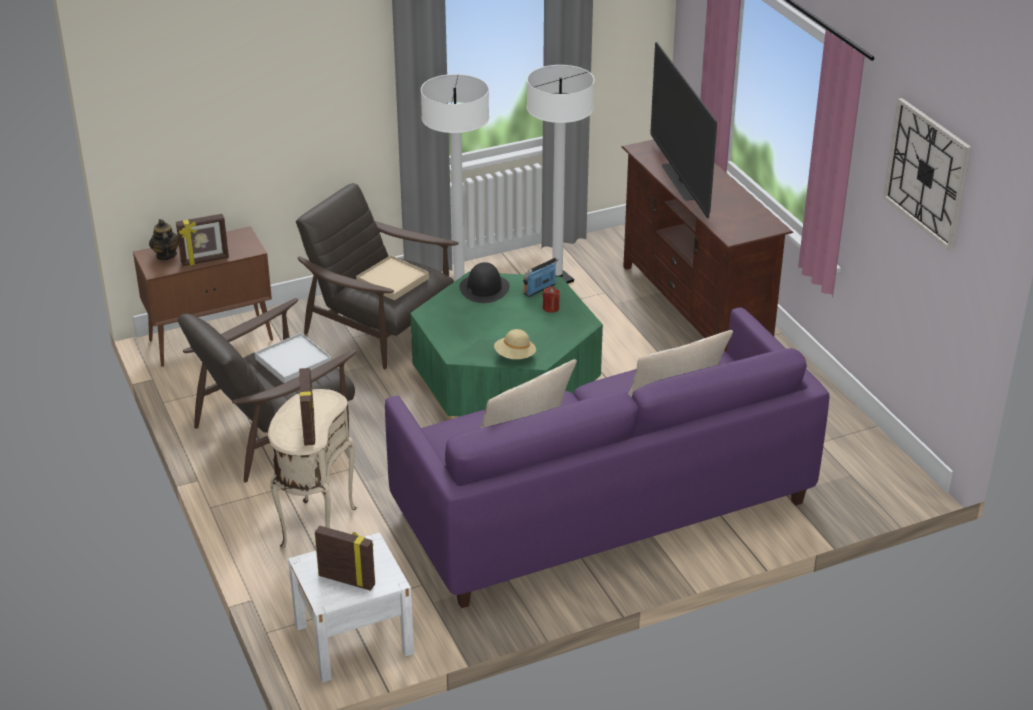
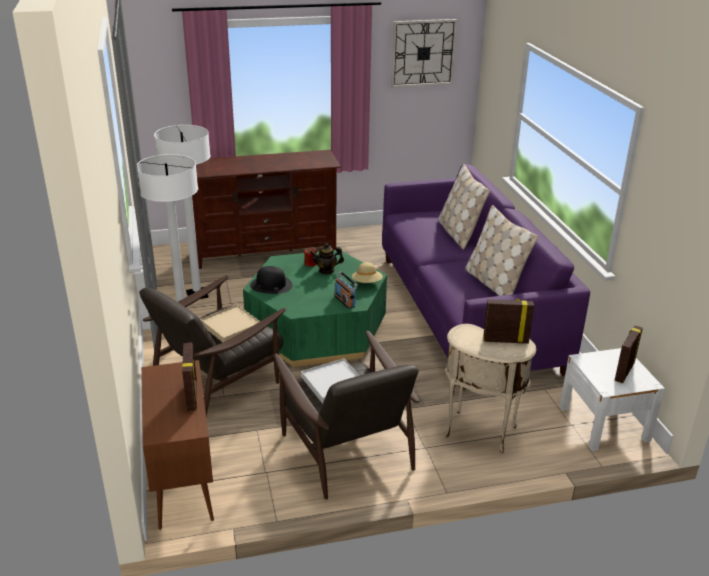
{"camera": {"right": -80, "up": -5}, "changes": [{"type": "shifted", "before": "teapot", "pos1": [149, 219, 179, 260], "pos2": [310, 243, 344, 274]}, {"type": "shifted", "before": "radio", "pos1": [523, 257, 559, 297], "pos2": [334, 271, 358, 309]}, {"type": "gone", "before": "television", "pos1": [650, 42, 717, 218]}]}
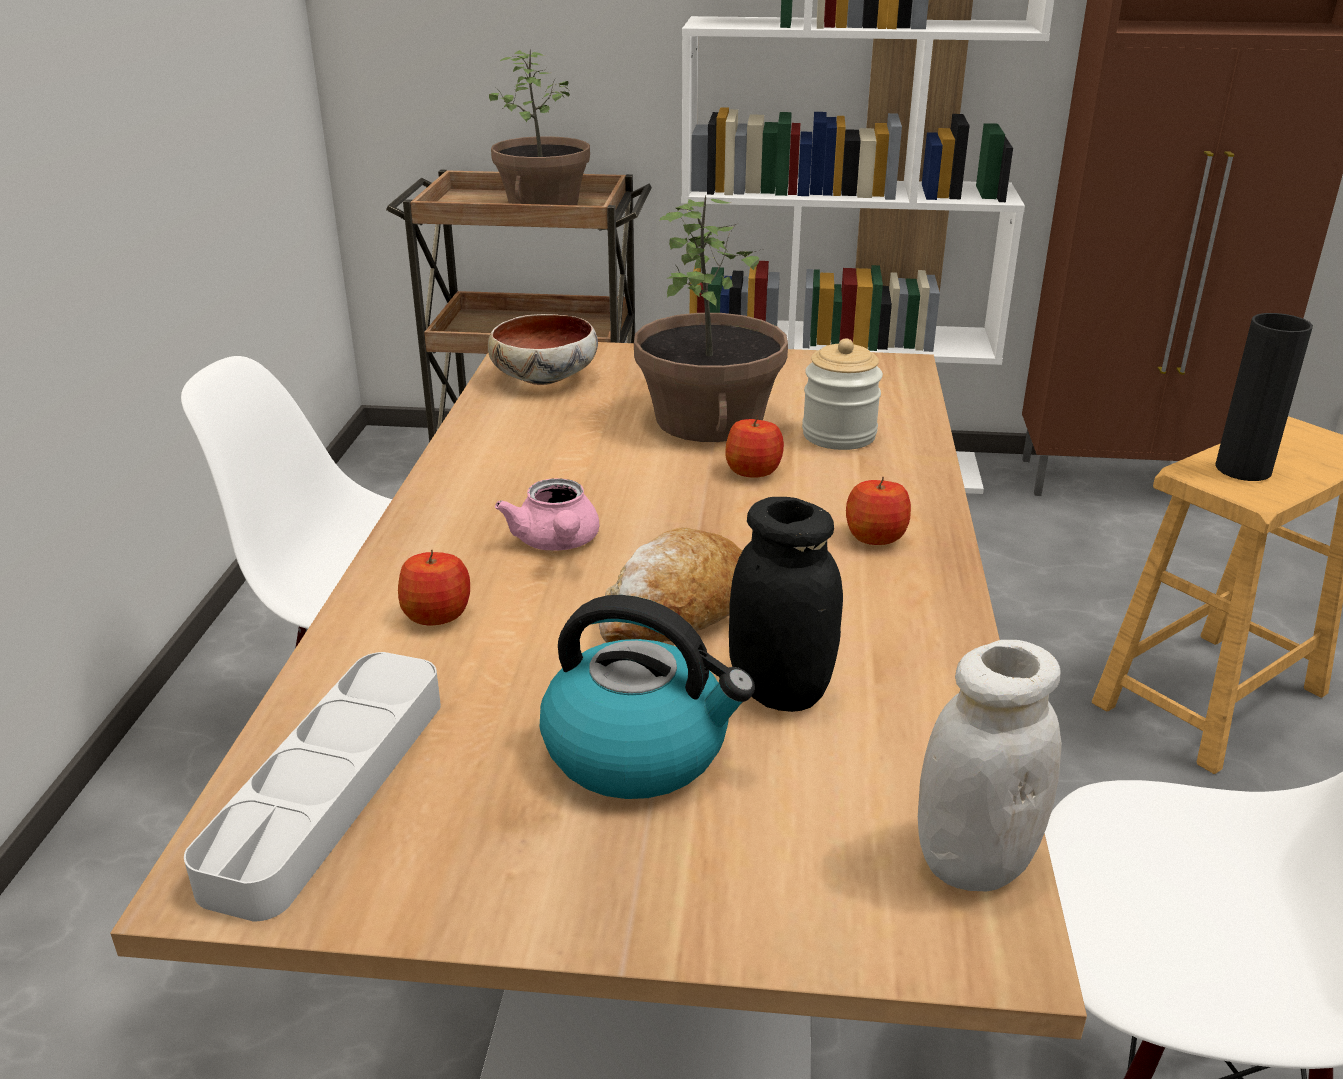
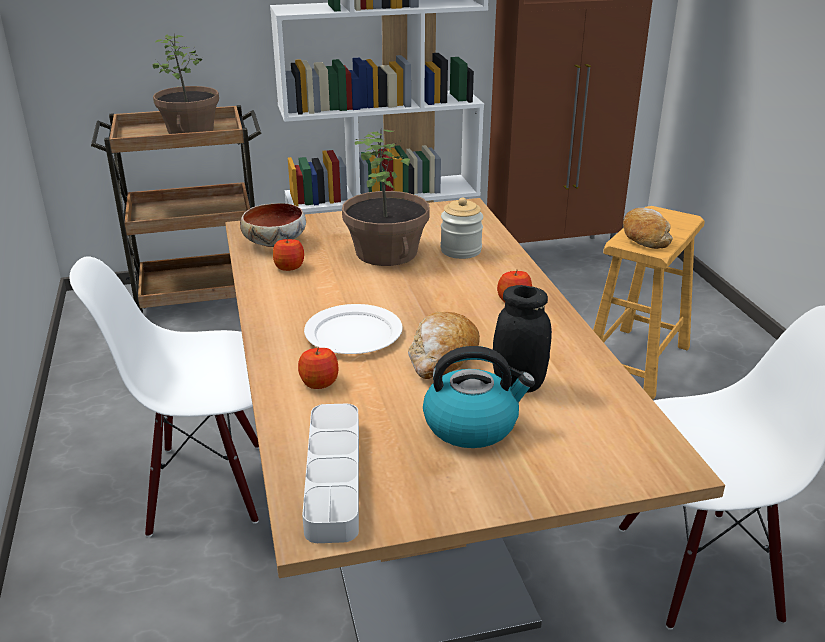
{"camera": {"right": -20, "up": 0}, "changes": [{"type": "swapped", "before": "teapot (pink)", "after": "plate (white)", "pos1": [495, 478, 599, 551], "pos2": [304, 304, 403, 354]}, {"type": "shifted", "before": "apple", "pos1": [725, 415, 784, 478], "pos2": [273, 239, 304, 271]}, {"type": "gone", "before": "jar (white)", "pos1": [918, 640, 1062, 891]}, {"type": "swapped", "before": "vase (black)", "after": "bread", "pos1": [1215, 313, 1313, 481], "pos2": [623, 208, 673, 249]}]}
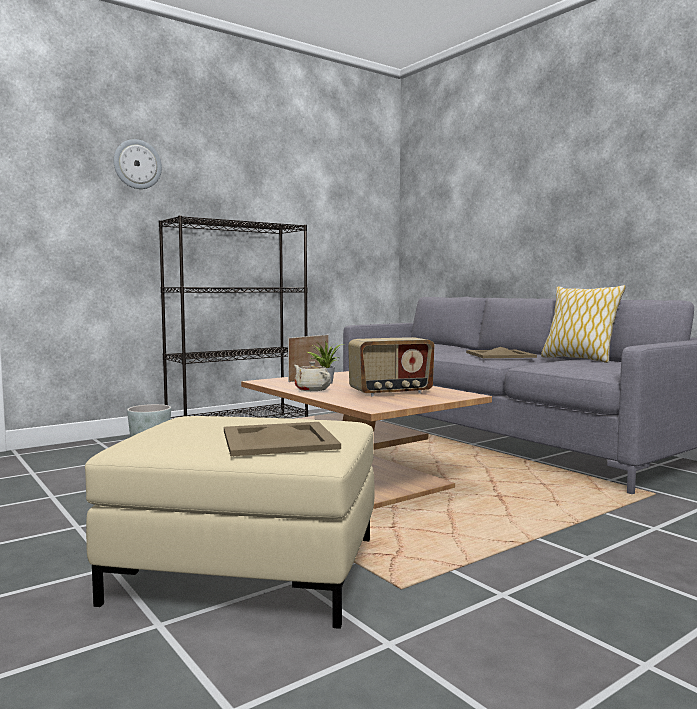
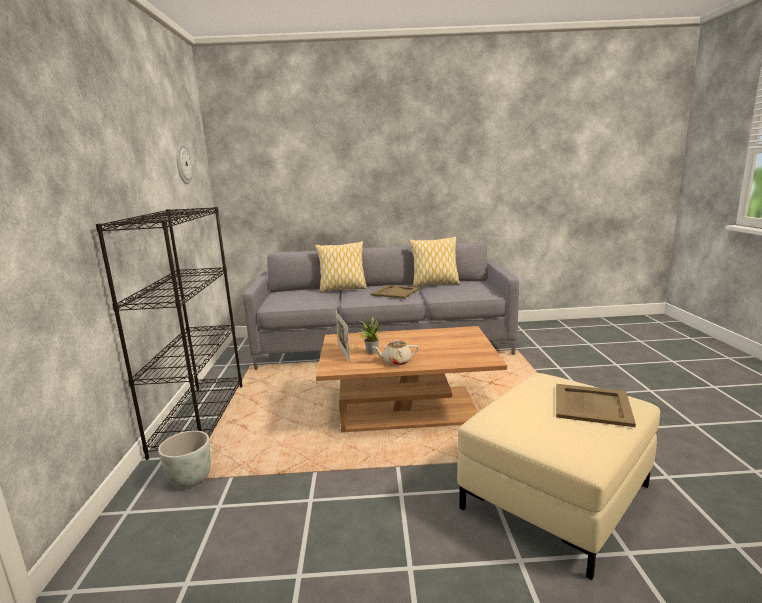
{"camera": {"right": -55, "up": 10}, "changes": [{"type": "shifted", "before": "wall clock", "pos1": [113, 139, 162, 189], "pos2": [176, 144, 193, 184]}, {"type": "gone", "before": "radio", "pos1": [348, 337, 434, 396]}, {"type": "new", "after": "pillow", "pos2": [315, 241, 367, 293]}]}
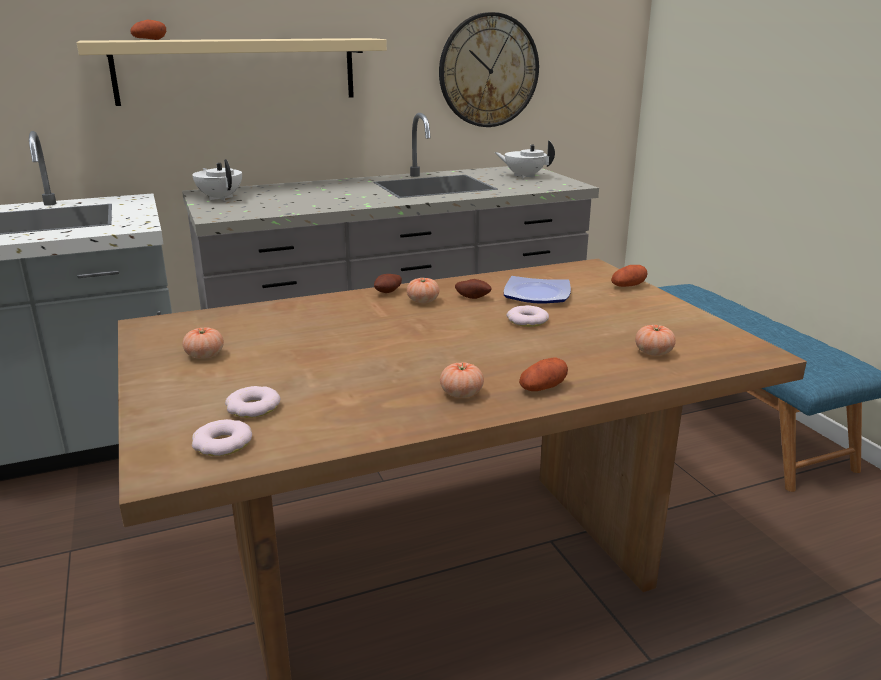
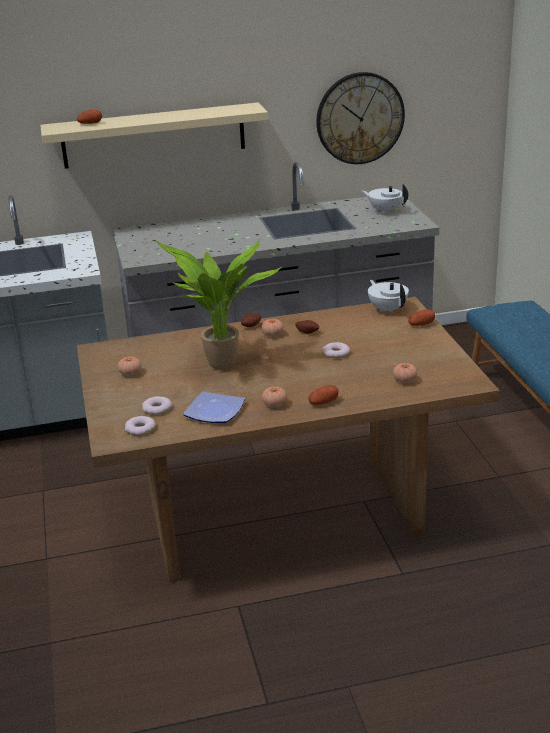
{"camera": {"right": 10, "up": 5}, "changes": [{"type": "shifted", "before": "teapot (white)", "pos1": [192, 159, 242, 201], "pos2": [368, 280, 409, 313]}, {"type": "shifted", "before": "plate", "pos1": [504, 276, 571, 303], "pos2": [183, 391, 245, 423]}, {"type": "new", "after": "potted plant", "pos2": [155, 240, 281, 370]}]}
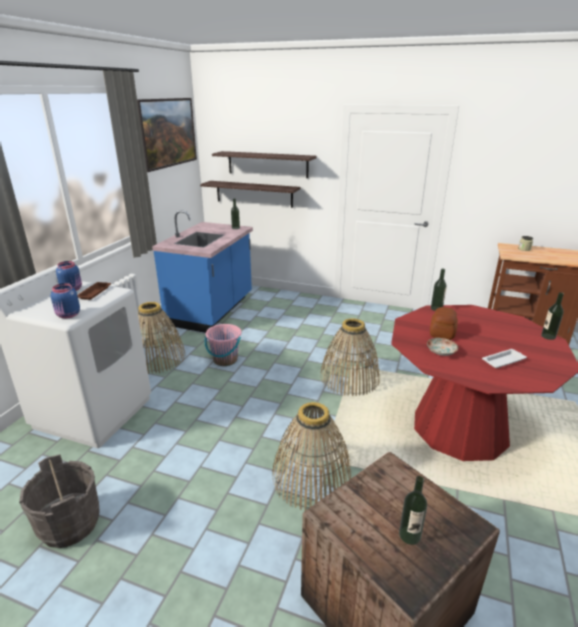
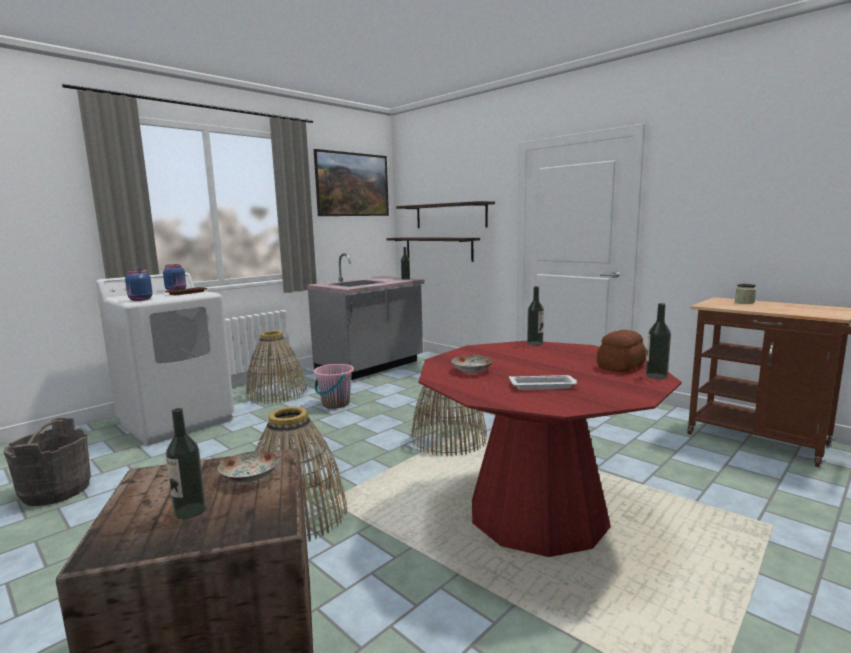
{"camera": {"right": 25, "up": -15}, "changes": [{"type": "repainted", "before": "counter (blue)", "after": "counter (grey)", "pos1": [152, 210, 253, 333], "pos2": [307, 253, 425, 380]}, {"type": "shifted", "before": "bread", "pos1": [430, 307, 458, 340], "pos2": [596, 330, 647, 372]}, {"type": "new", "after": "plate", "pos2": [218, 451, 279, 483]}]}
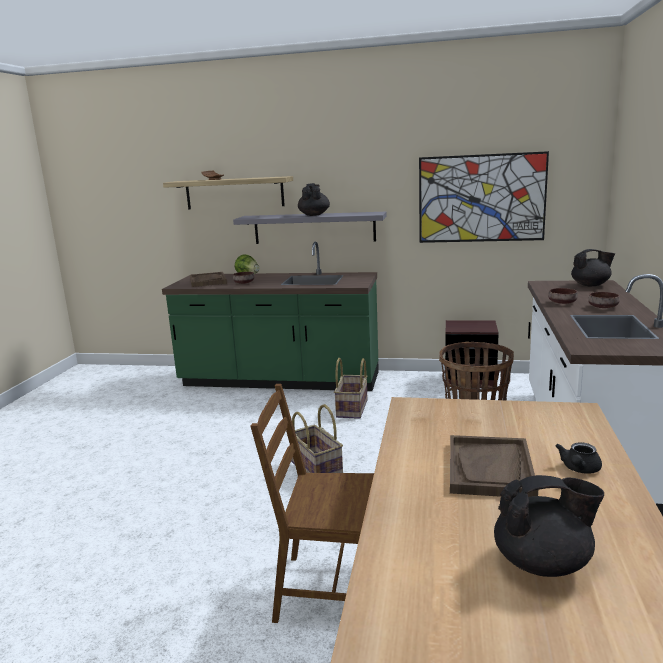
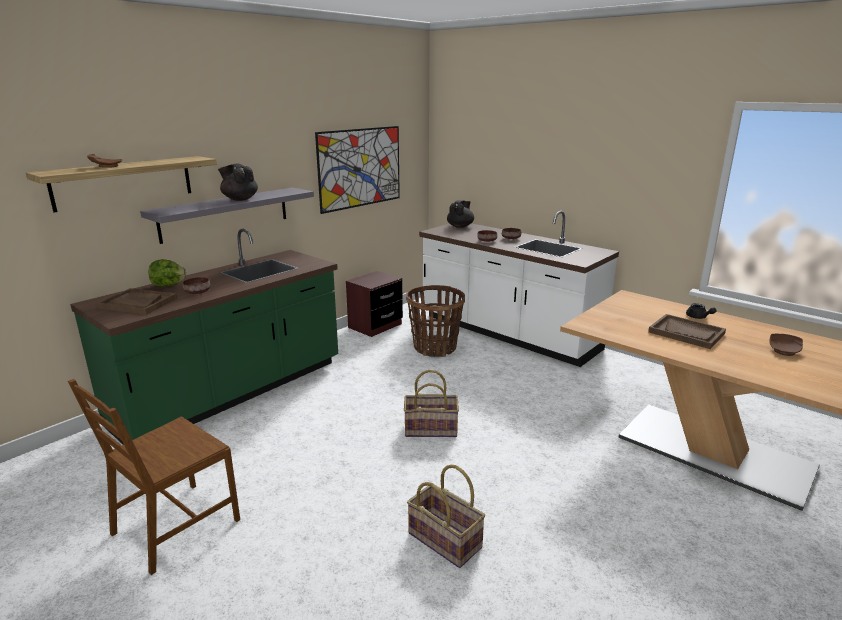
{"camera": {"right": -60, "up": 5}, "changes": [{"type": "shifted", "before": "chair (brown)", "pos1": [250, 384, 374, 623], "pos2": [68, 379, 240, 575]}, {"type": "shifted", "before": "basket", "pos1": [334, 358, 368, 419], "pos2": [407, 465, 485, 568]}, {"type": "swapped", "before": "teapot (black)", "after": "plate (brown)", "pos1": [494, 475, 604, 577], "pos2": [769, 333, 803, 356]}]}
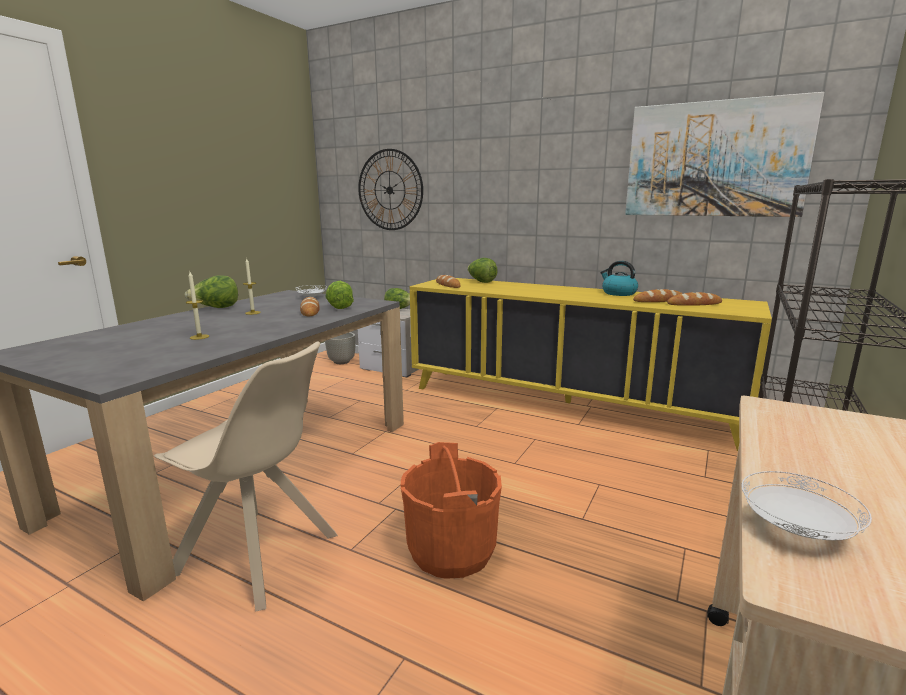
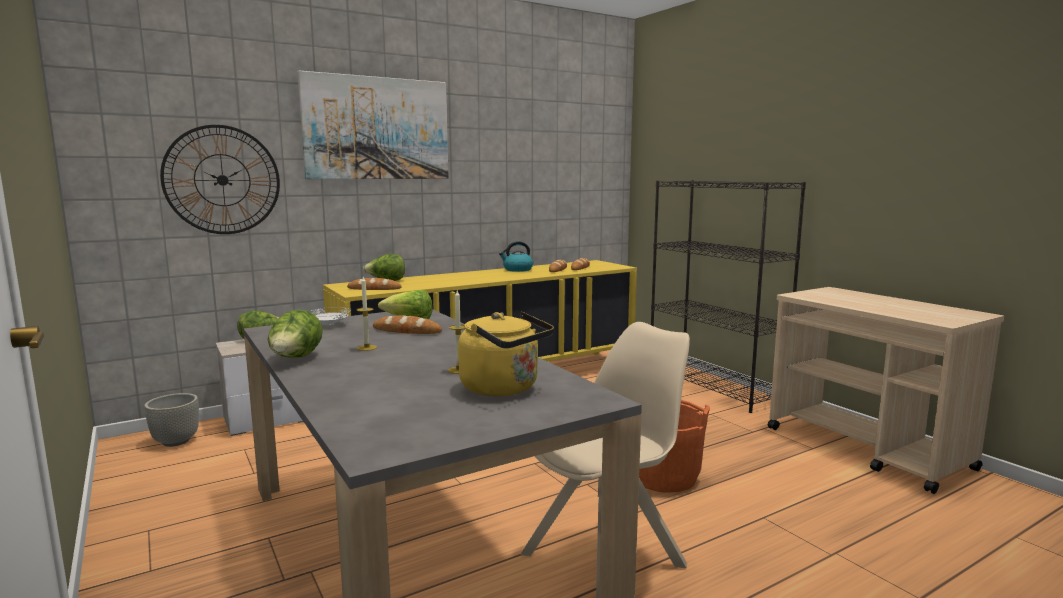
{"camera": {"right": -60, "up": -5}, "changes": [{"type": "shifted", "before": "picture", "pos1": [625, 92, 825, 217], "pos2": [298, 71, 449, 179]}, {"type": "gone", "before": "plate (white)", "pos1": [741, 471, 872, 540]}, {"type": "new", "after": "kettle (yellow)", "pos2": [458, 312, 554, 396]}]}
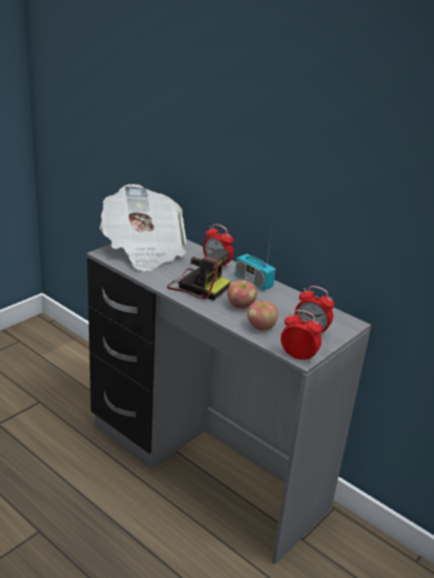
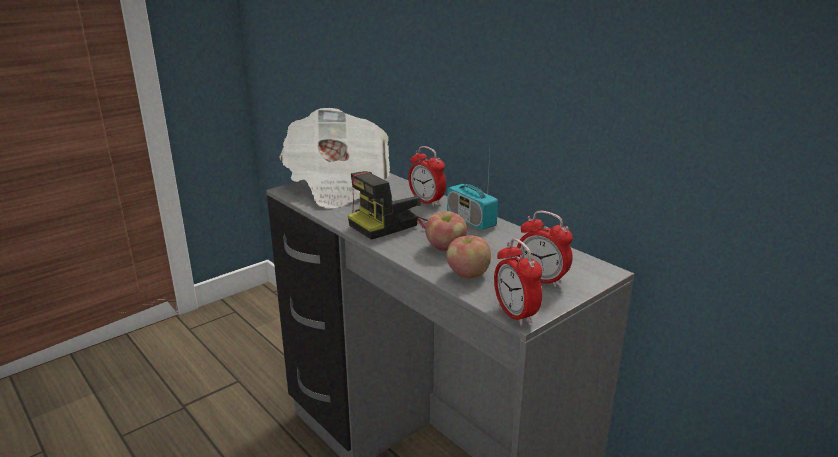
{"camera": {"right": 10, "up": -5}, "changes": [{"type": "rotated", "before": "photo camera", "pos1": [167, 249, 230, 300], "pos2": [348, 171, 428, 240], "turn": 105}, {"type": "rotated", "before": "alarm clock", "pos1": [281, 310, 322, 363], "pos2": [494, 238, 542, 326], "turn": -150}]}
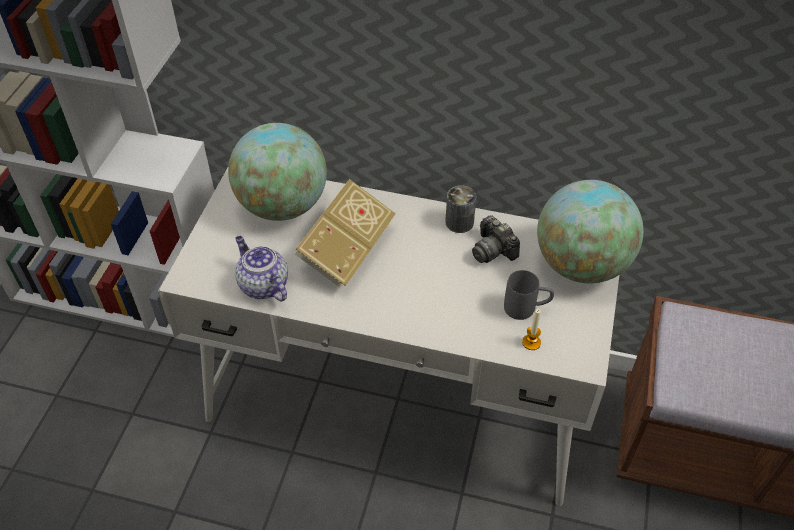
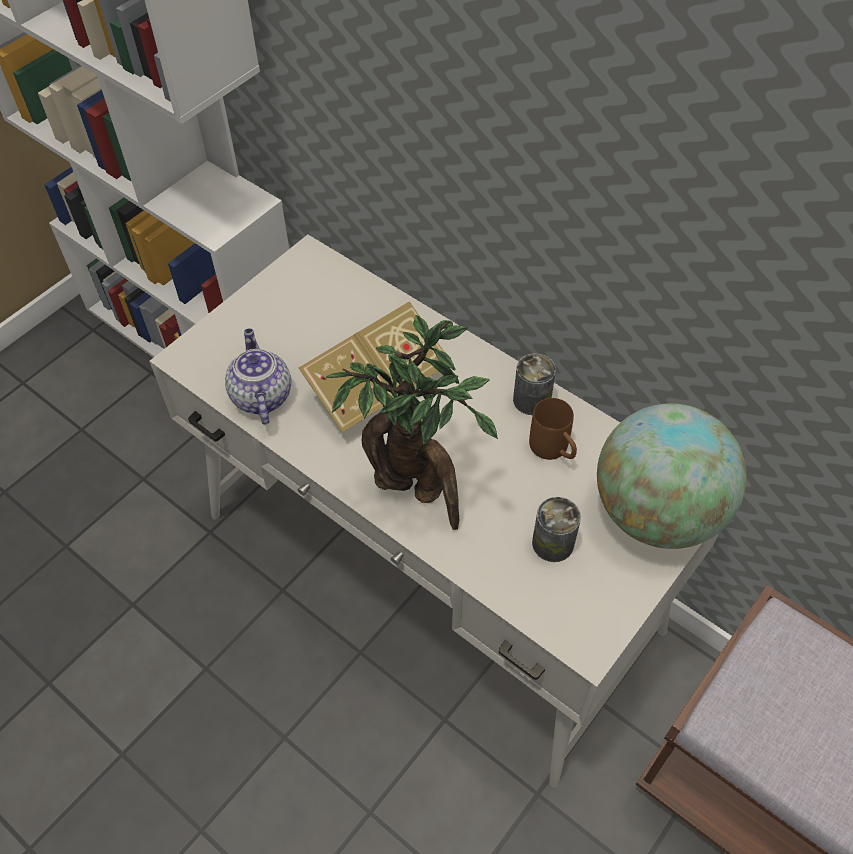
{"camera": {"right": 25, "up": 5}, "changes": [{"type": "gone", "before": "globe", "pos1": [228, 123, 327, 221]}, {"type": "swapped", "before": "photo camera", "after": "mug (brown)", "pos1": [472, 215, 520, 263], "pos2": [529, 398, 577, 460]}, {"type": "swapped", "before": "mug (grey)", "after": "can", "pos1": [504, 270, 554, 320], "pos2": [532, 497, 581, 562]}, {"type": "gone", "before": "candle", "pos1": [522, 309, 541, 350]}, {"type": "new", "after": "potted plant", "pos2": [326, 315, 498, 530]}]}
